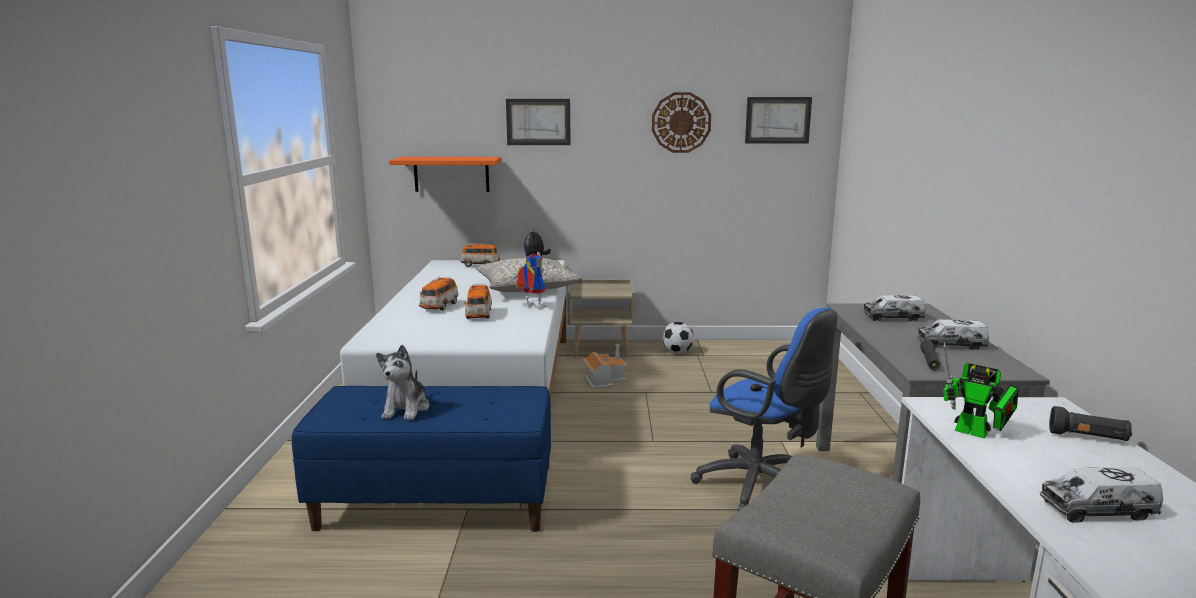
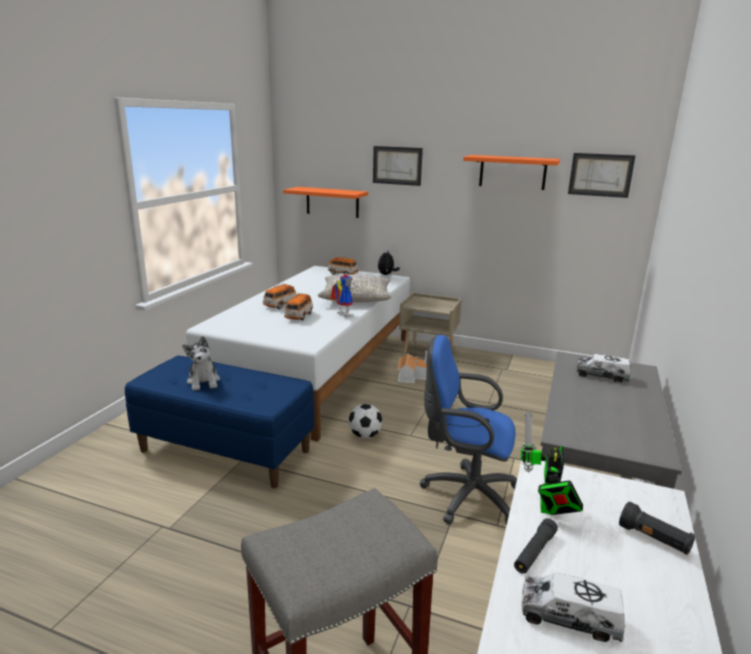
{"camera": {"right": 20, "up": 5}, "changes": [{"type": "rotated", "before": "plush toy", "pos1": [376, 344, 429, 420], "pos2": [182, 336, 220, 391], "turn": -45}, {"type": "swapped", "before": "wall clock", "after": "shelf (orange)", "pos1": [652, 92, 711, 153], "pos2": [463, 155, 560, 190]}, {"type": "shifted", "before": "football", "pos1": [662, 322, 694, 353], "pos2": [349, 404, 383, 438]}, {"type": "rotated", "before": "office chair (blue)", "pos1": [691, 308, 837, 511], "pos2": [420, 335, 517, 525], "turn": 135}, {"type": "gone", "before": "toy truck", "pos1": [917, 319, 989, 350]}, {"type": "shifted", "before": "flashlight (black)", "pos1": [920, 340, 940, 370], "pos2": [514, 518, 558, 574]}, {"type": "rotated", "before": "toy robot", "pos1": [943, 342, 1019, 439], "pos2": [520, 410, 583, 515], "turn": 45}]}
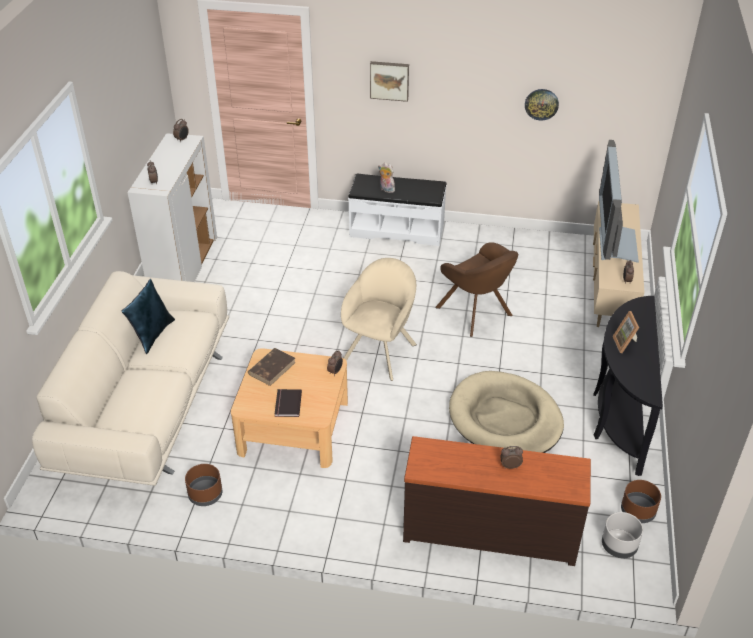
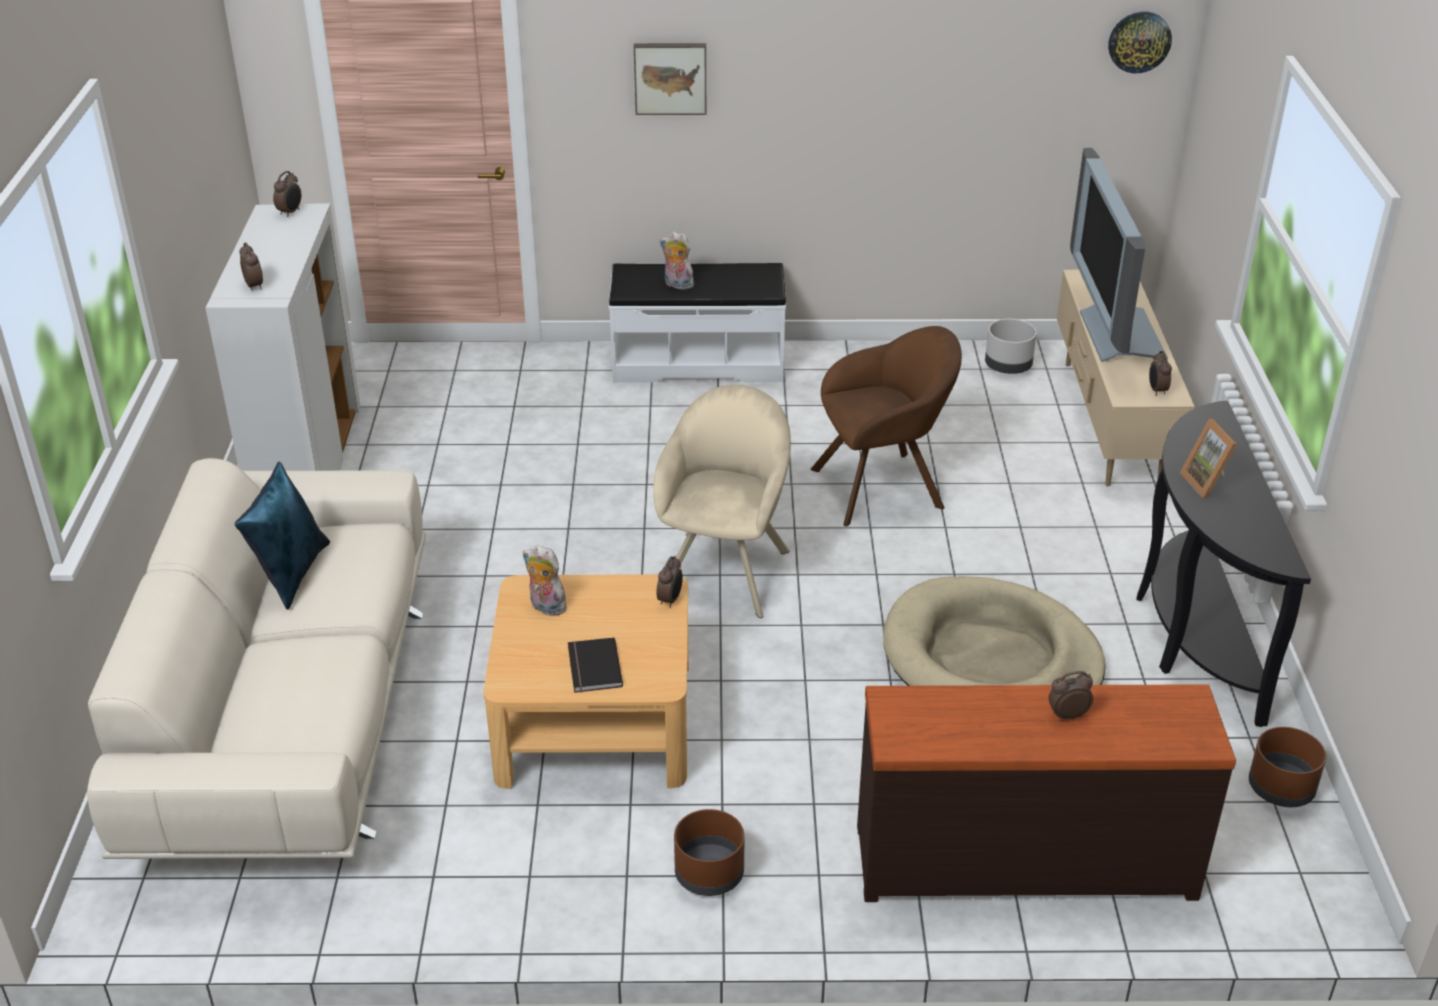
{"camera": {"right": -10, "up": -5}, "changes": [{"type": "shifted", "before": "planter (brown)", "pos1": [185, 464, 222, 506], "pos2": [674, 809, 745, 896]}, {"type": "swapped", "before": "book (brown)", "after": "plush toy", "pos1": [248, 348, 296, 386], "pos2": [523, 545, 571, 616]}, {"type": "rotated", "before": "armchair (brown)", "pos1": [435, 242, 518, 337], "pos2": [811, 326, 962, 526], "turn": -60}, {"type": "shifted", "before": "wall clock", "pos1": [525, 89, 559, 121], "pos2": [1108, 12, 1172, 73]}, {"type": "shifted", "before": "planter (grey)", "pos1": [602, 512, 643, 558], "pos2": [985, 319, 1037, 374]}]}
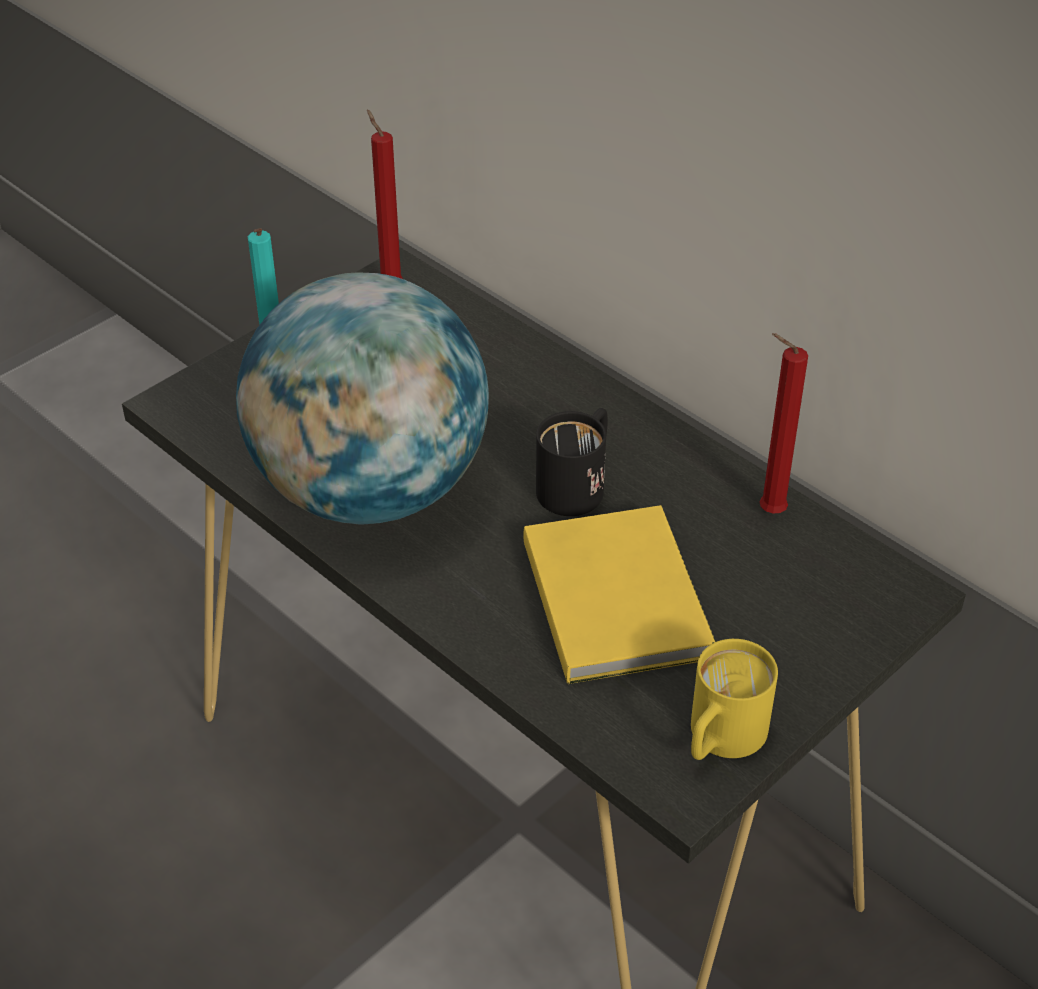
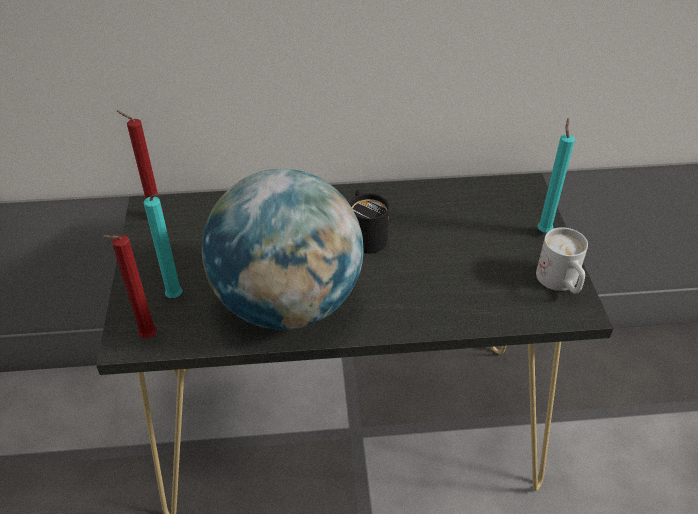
{"camera": {"right": -50, "up": 0}, "changes": [{"type": "gone", "before": "book (yellow)", "pos1": [523, 505, 716, 684]}, {"type": "repainted", "before": "mug (yellow)", "after": "mug (white)", "pos1": [691, 639, 778, 760], "pos2": [536, 227, 588, 294]}, {"type": "shifted", "before": "candle (red)", "pos1": [760, 333, 808, 514], "pos2": [101, 235, 157, 338]}, {"type": "new", "after": "candle (turquoise)", "pos2": [537, 118, 575, 233]}]}
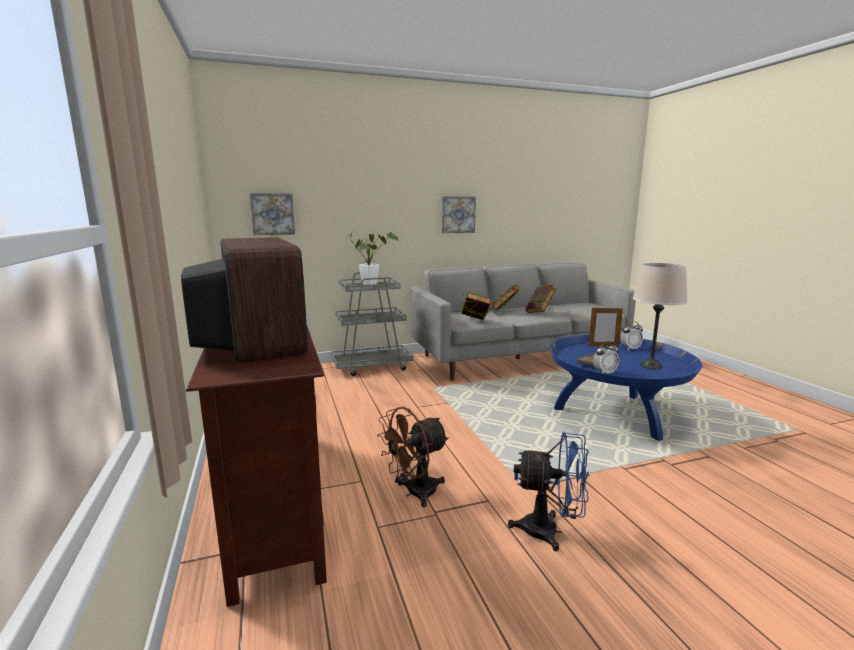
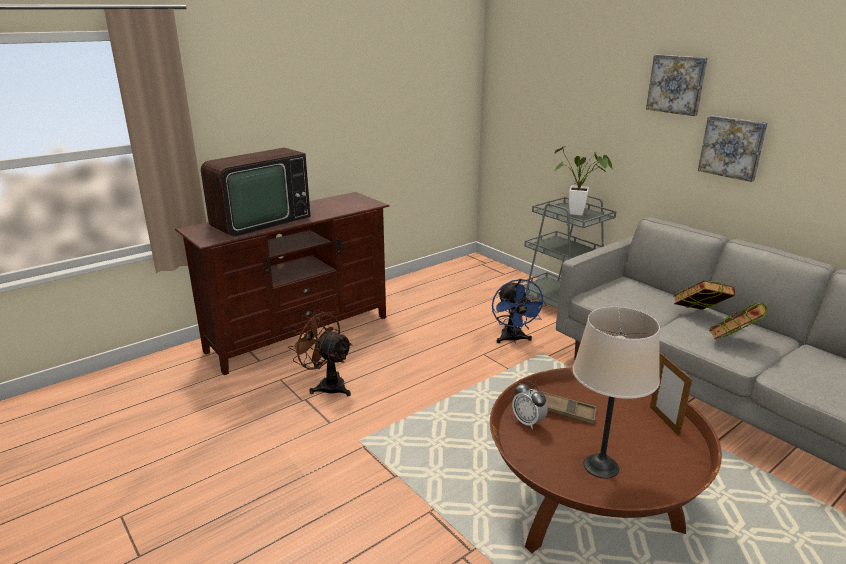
{"camera": {"right": 70, "up": 10}, "changes": [{"type": "shifted", "before": "picture", "pos1": [250, 193, 295, 235], "pos2": [646, 55, 708, 116]}, {"type": "gone", "before": "book", "pos1": [461, 292, 491, 320]}, {"type": "shifted", "before": "fan (blue)", "pos1": [508, 432, 590, 551], "pos2": [492, 279, 547, 343]}, {"type": "repainted", "before": "coffee table (blue)", "after": "coffee table (brown)", "pos1": [549, 335, 702, 441], "pos2": [490, 368, 722, 553]}, {"type": "gone", "before": "alarm clock", "pos1": [620, 322, 643, 350]}]}
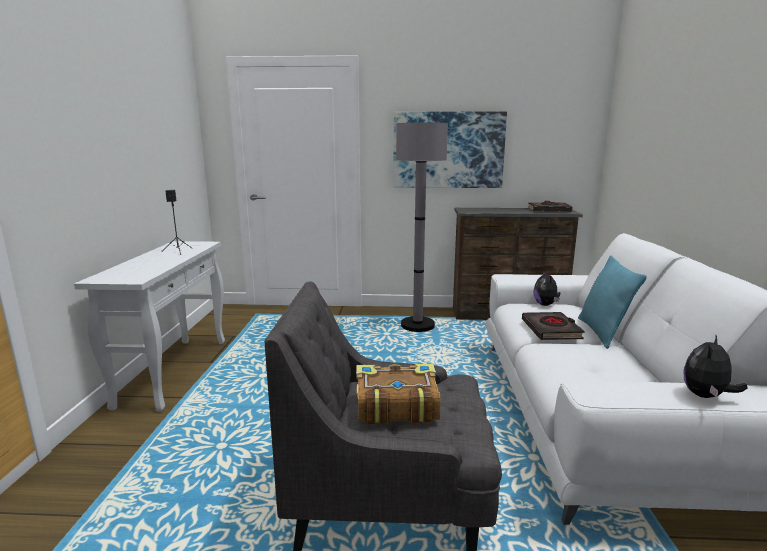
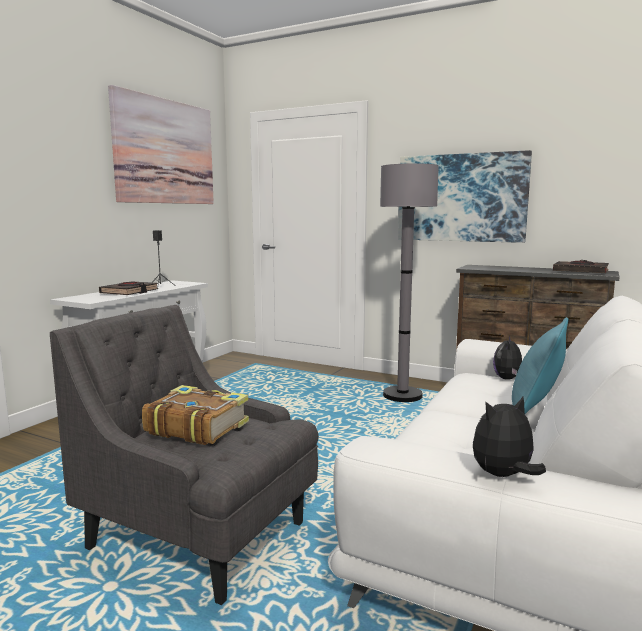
{"camera": {"right": 25, "up": -5}, "changes": [{"type": "shifted", "before": "book (black)", "pos1": [522, 312, 585, 340], "pos2": [99, 281, 158, 295]}, {"type": "new", "after": "picture", "pos2": [108, 85, 214, 204]}]}
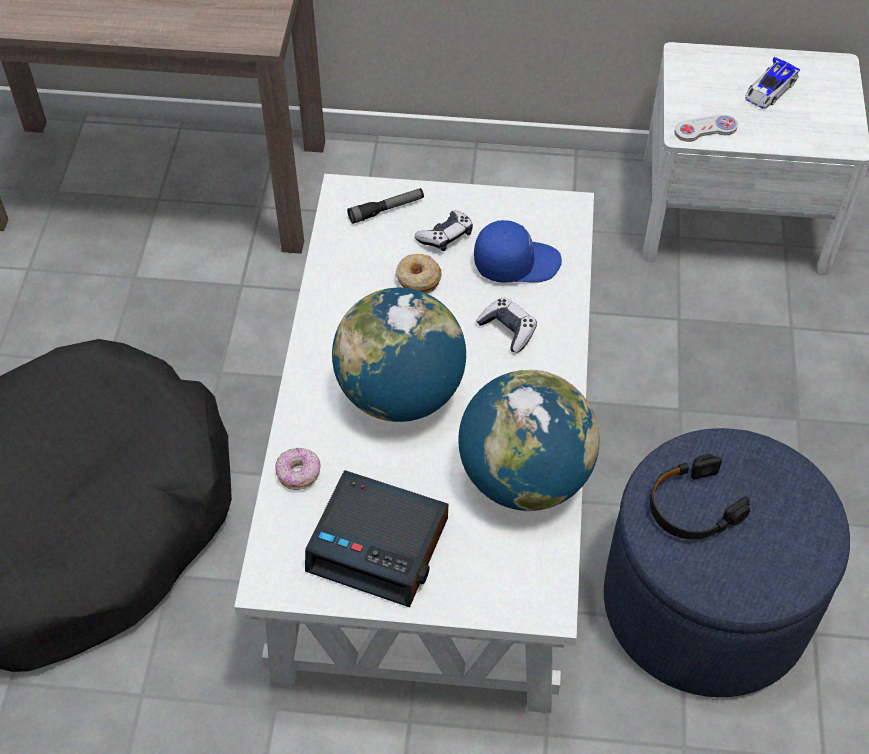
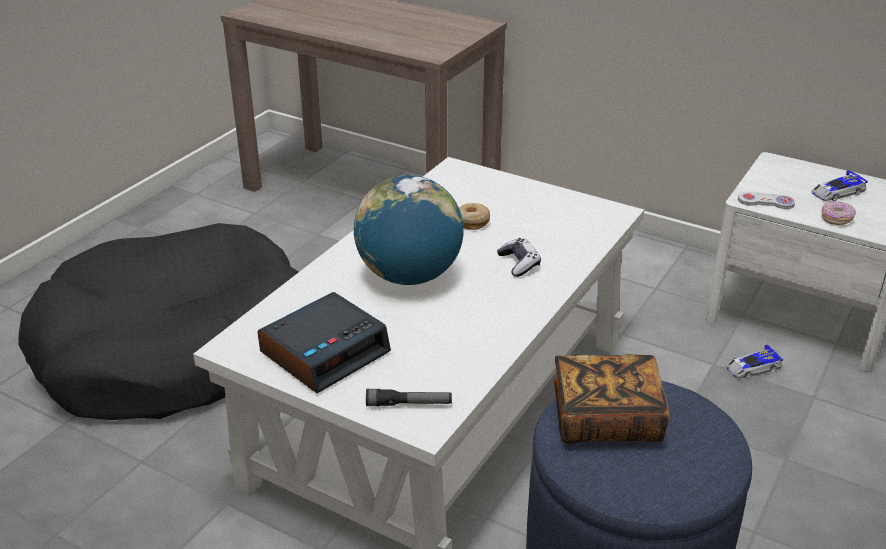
{"camera": {"right": 25, "up": -20}, "changes": [{"type": "shifted", "before": "donut", "pos1": [275, 448, 321, 490], "pos2": [821, 201, 856, 225]}, {"type": "rotated", "before": "alarm clock", "pos1": [305, 470, 448, 607], "pos2": [257, 292, 391, 393], "turn": -90}, {"type": "shifted", "before": "flashlight", "pos1": [347, 188, 424, 224], "pos2": [366, 389, 452, 406]}, {"type": "gone", "before": "game controller", "pos1": [415, 210, 473, 251]}, {"type": "gone", "before": "globe", "pos1": [458, 370, 600, 511]}, {"type": "gone", "before": "cap (blue)", "pos1": [474, 220, 562, 283]}, {"type": "swapped", "before": "headphones (black)", "after": "book", "pos1": [650, 454, 750, 539], "pos2": [554, 354, 669, 444]}, {"type": "new", "after": "toy car", "pos2": [726, 344, 783, 379]}]}
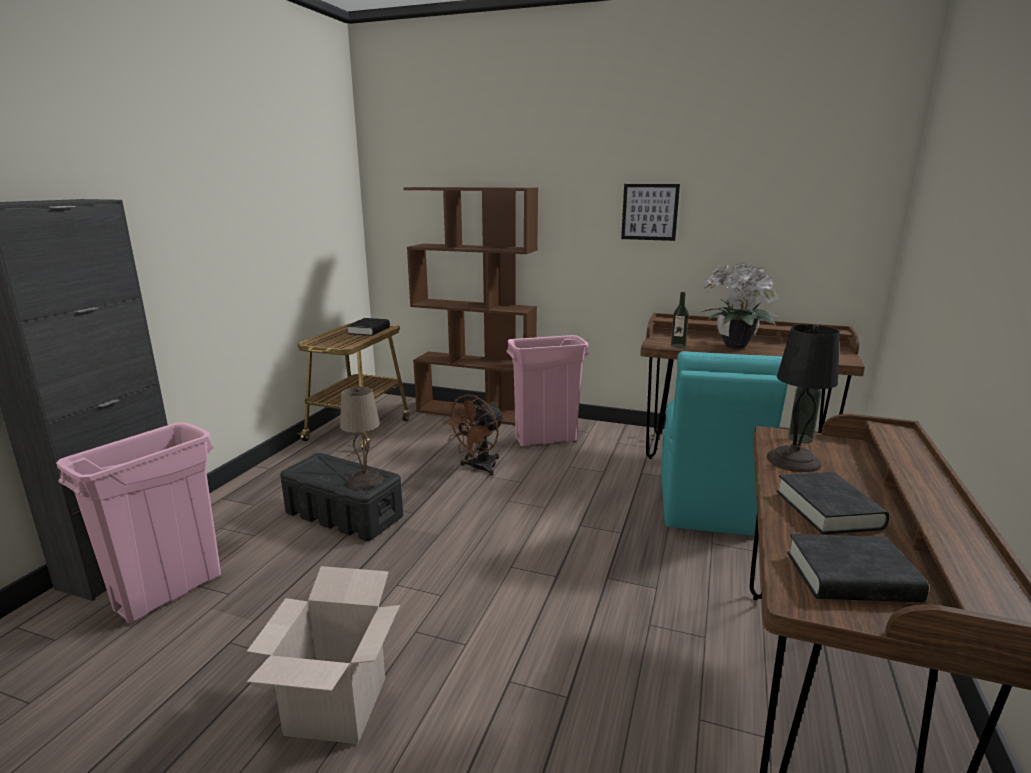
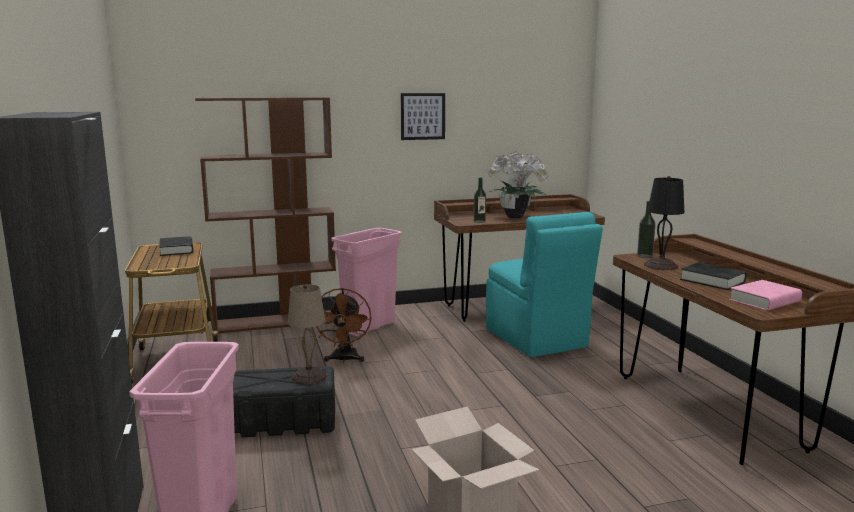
{"camera": {"right": -35, "up": -5}, "changes": [{"type": "repainted", "before": "book (black)", "after": "book (pink)", "pos1": [787, 534, 929, 602], "pos2": [729, 280, 802, 311]}]}
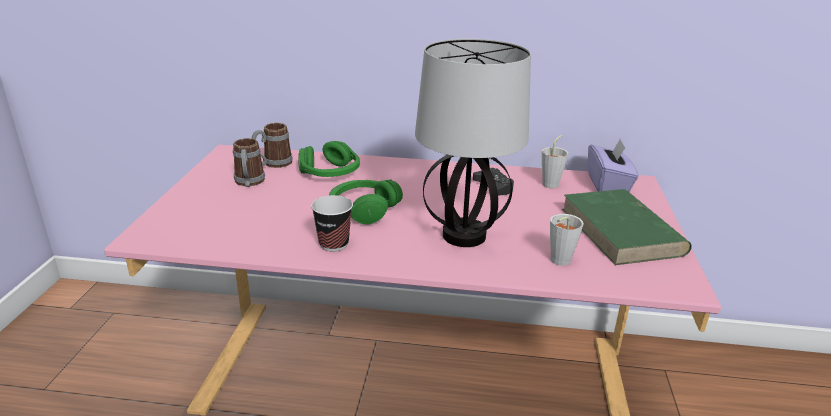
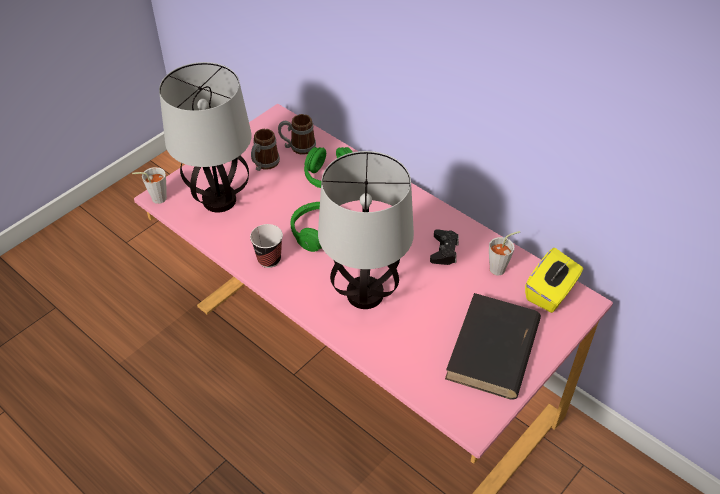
{"camera": {"right": 35, "up": 20}, "changes": [{"type": "shifted", "before": "cup (grey)", "pos1": [550, 214, 584, 266], "pos2": [132, 167, 167, 204]}, {"type": "repainted", "before": "book (green)", "after": "book (black)", "pos1": [562, 189, 692, 265], "pos2": [445, 293, 541, 400]}, {"type": "repainted", "before": "tissue box (purple)", "after": "tissue box (yellow)", "pos1": [588, 138, 639, 193], "pos2": [525, 248, 583, 313]}, {"type": "new", "after": "table lamp", "pos2": [159, 62, 252, 213]}]}
